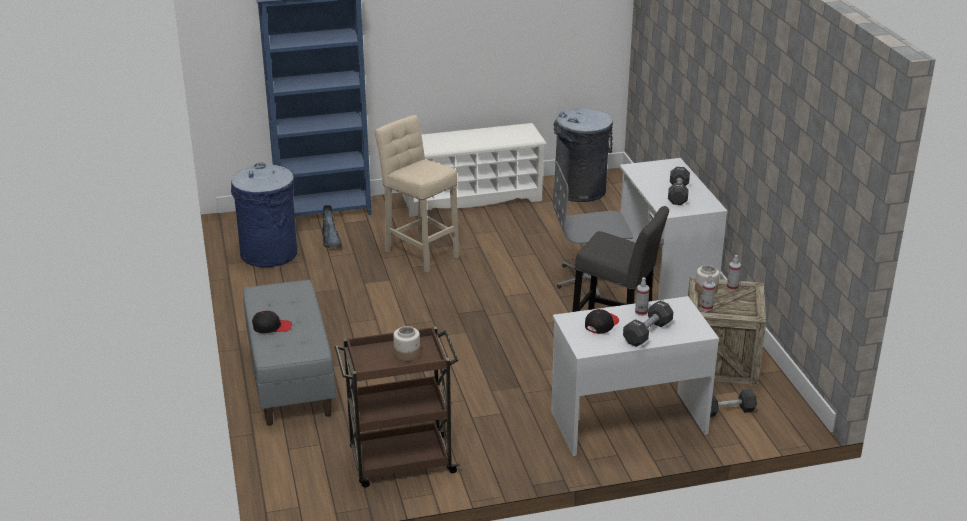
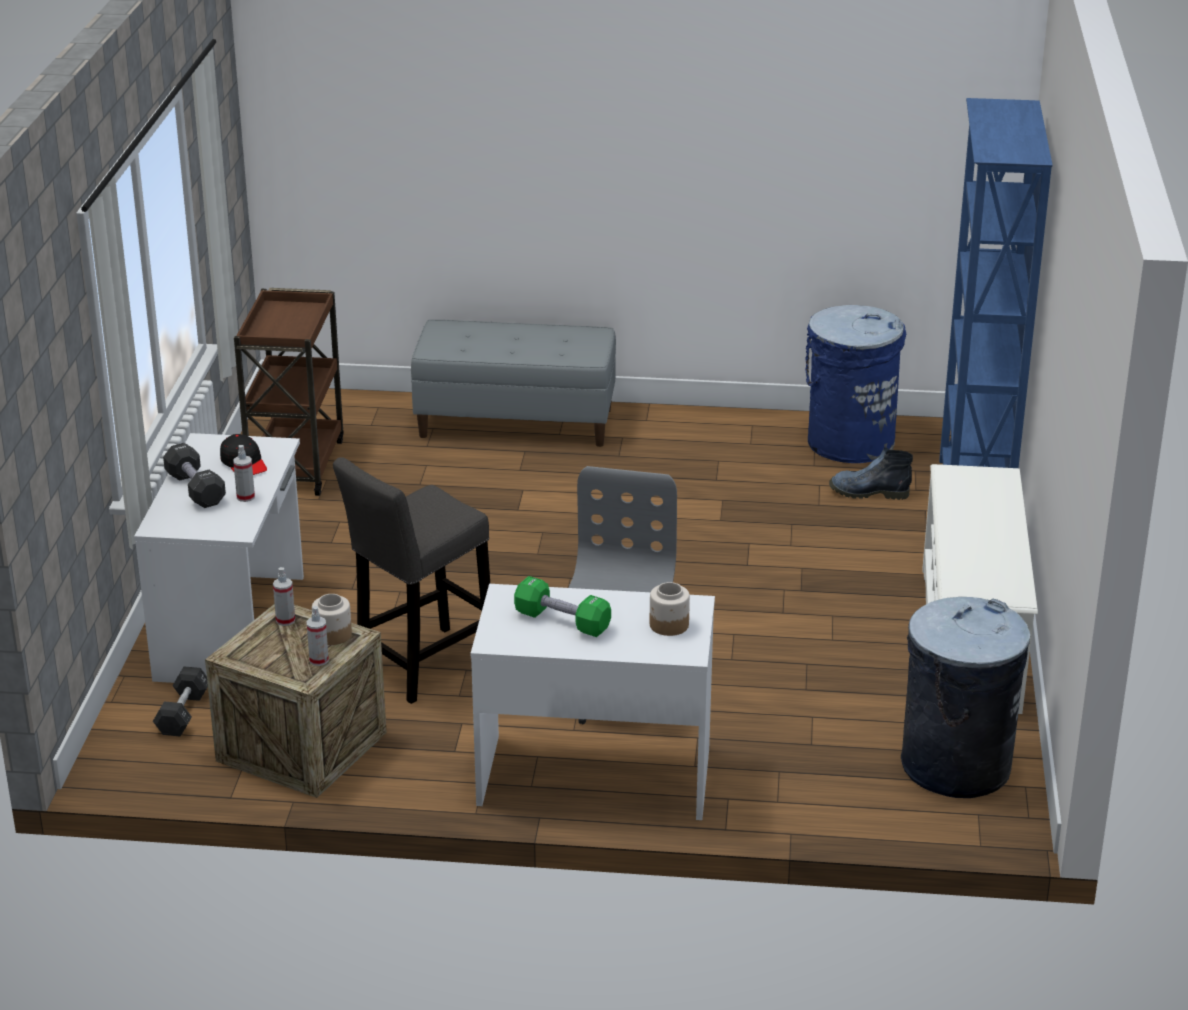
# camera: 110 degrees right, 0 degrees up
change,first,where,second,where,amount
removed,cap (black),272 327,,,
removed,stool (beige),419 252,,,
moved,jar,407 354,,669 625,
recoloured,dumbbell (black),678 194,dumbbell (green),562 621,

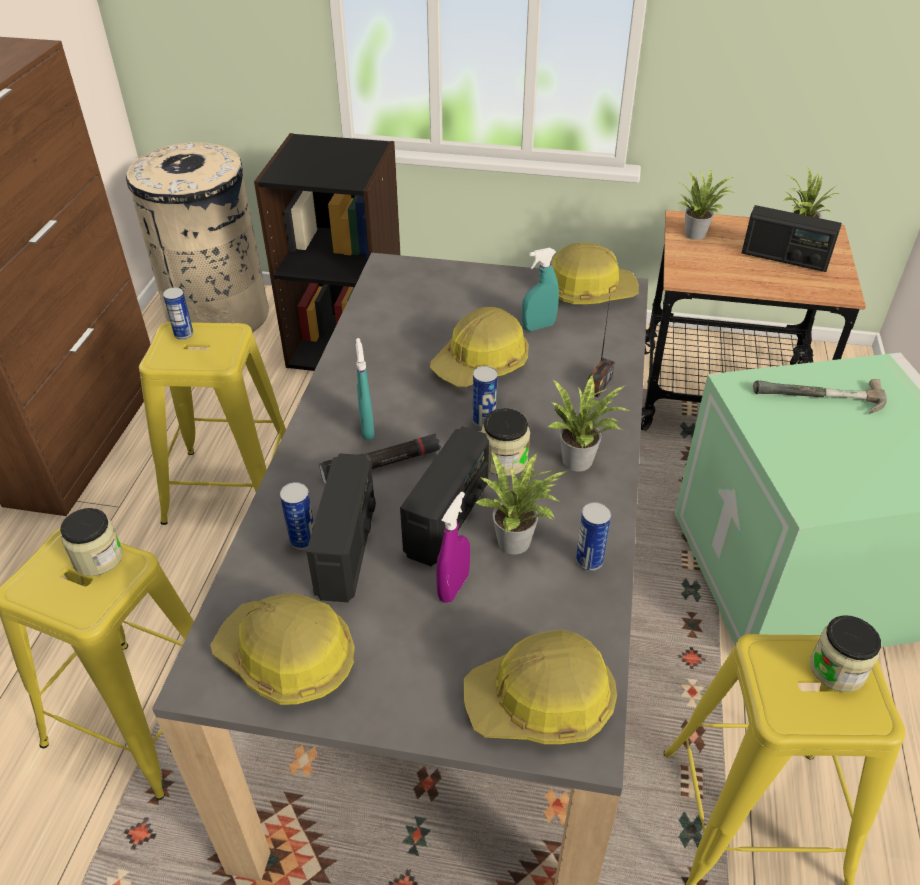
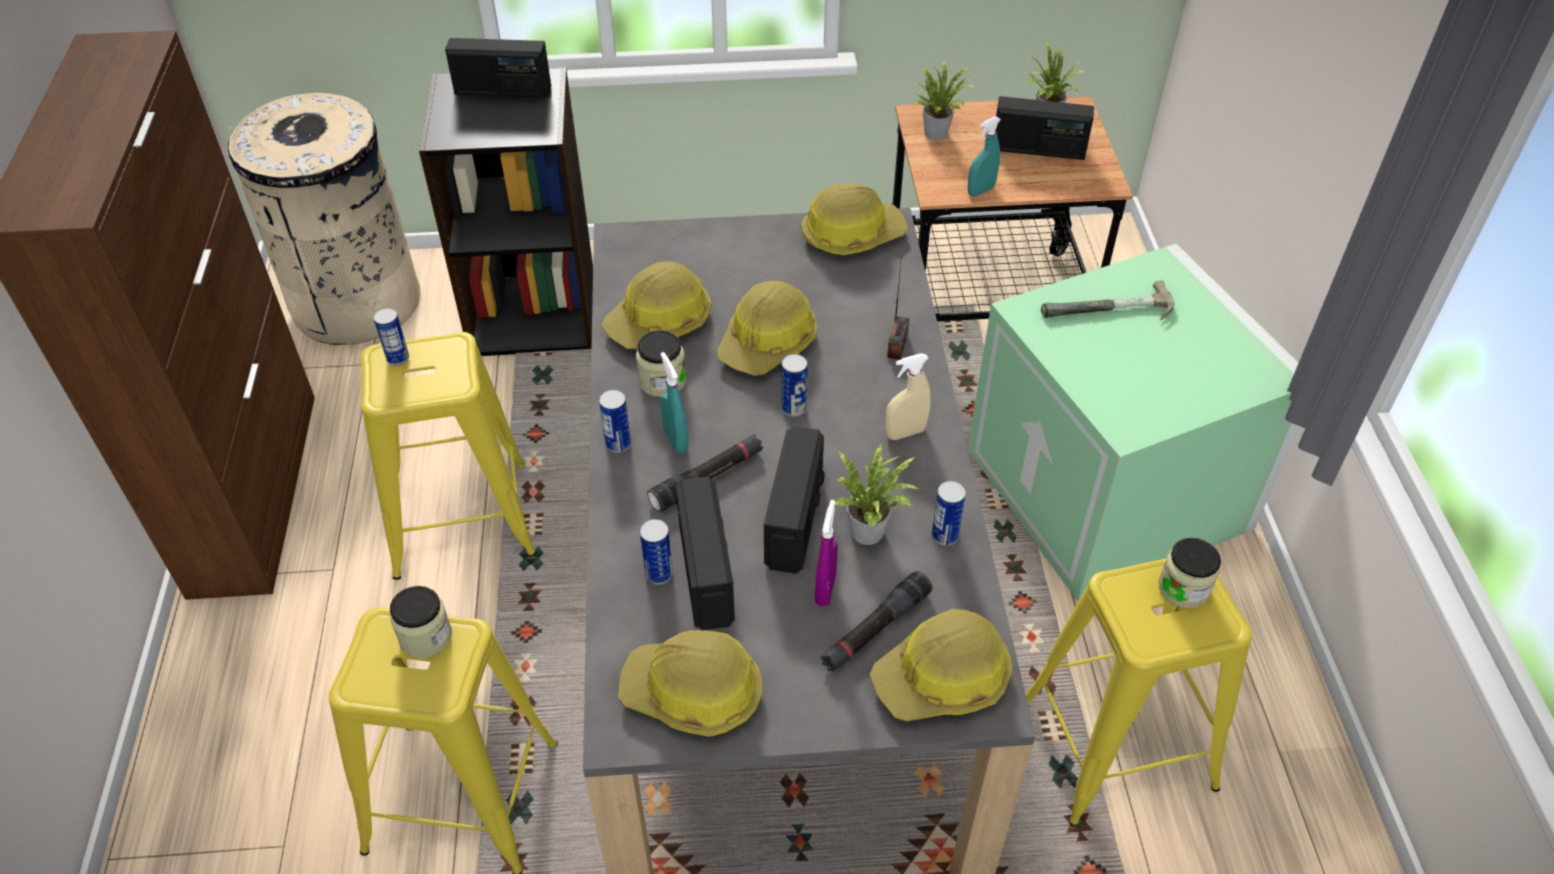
# camera: 15 degrees left, 5 degrees up
change,first,where,second,where,amount
moved,jar,504 460,,662 381,
moved,spray bottle (turquoise),538 326,,981 190,
replaced,potted plant,581 460,spray bottle (beige),905 433,
added,,,radio,503 90,
added,,,can,618 444,
added,,,hard hat,660 321,
added,,,flashlight (black),875 629,

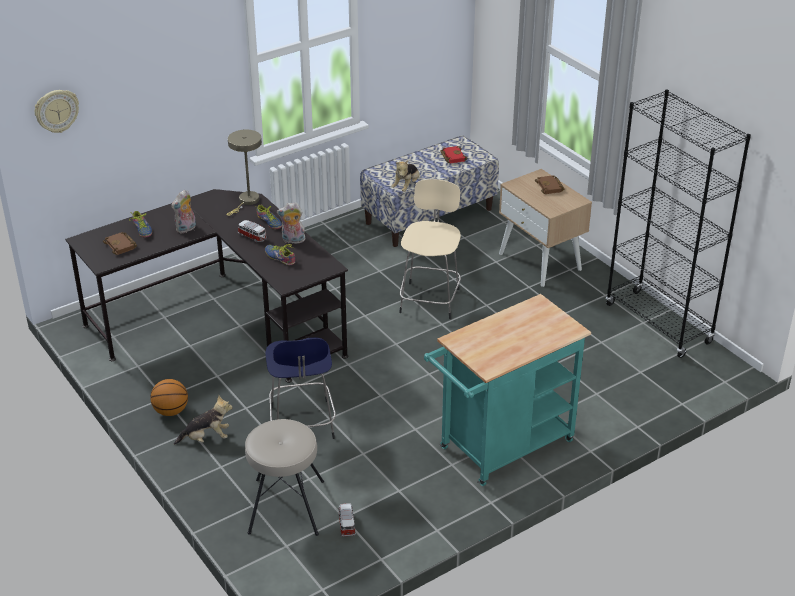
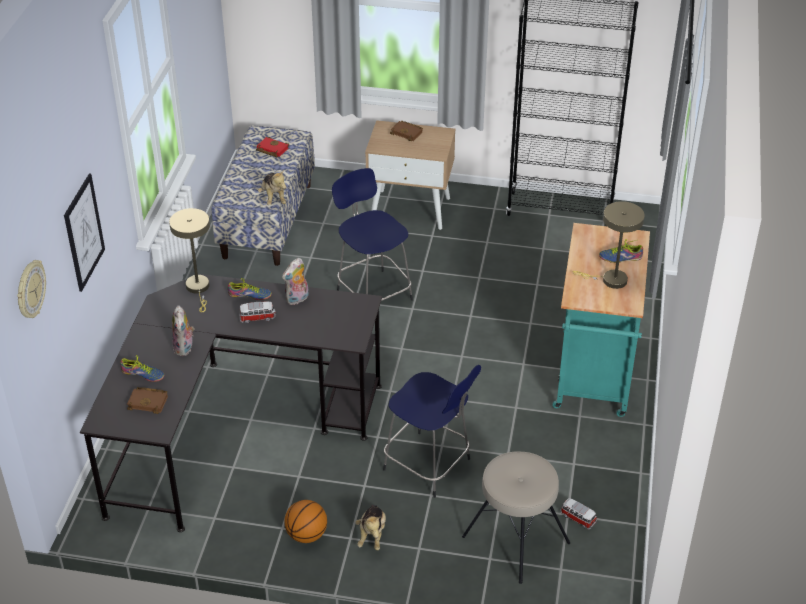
# camera: 45 degrees left, 5 degrees up
change,first,where,second,where,amount
turned,plush toy,206 438,,372 534,150 degrees clockwise
moved,shoe,281 257,,620 257,
recoloured,stool (beige),430 299,stool (blue),373 293,
added,,,picture,84 232,
added,,,table lamp (beige),610 280,

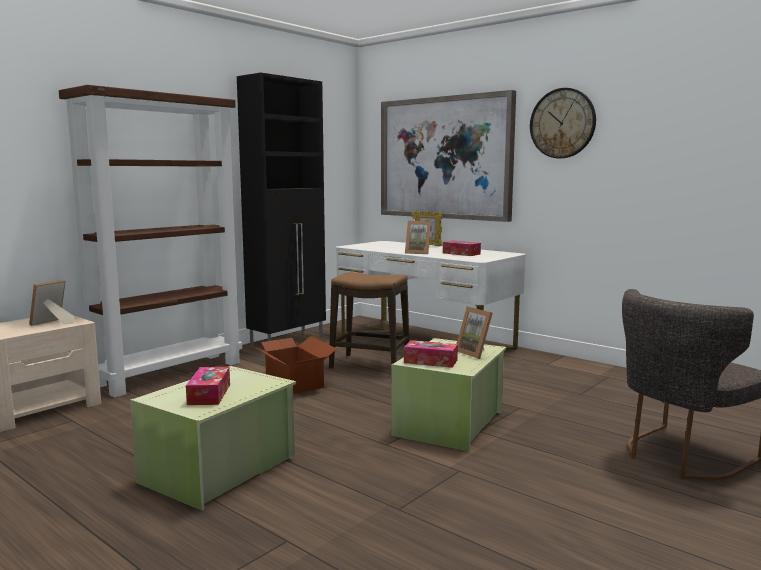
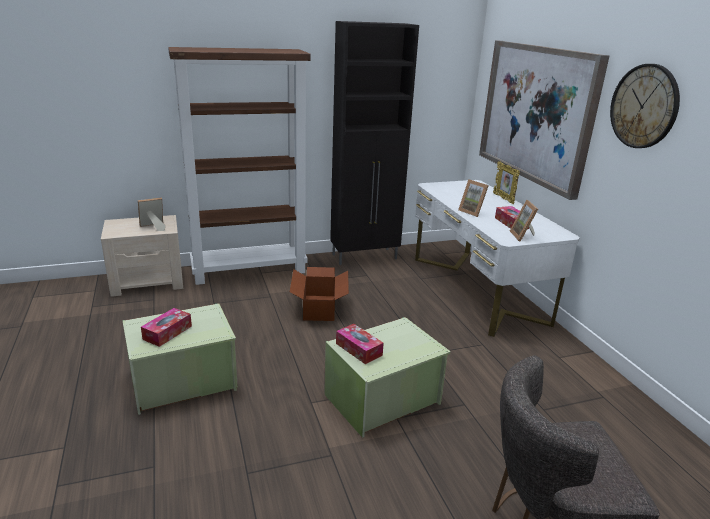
# camera: 30 degrees right, 15 degrees up
change,first,where,second,where,amount
removed,stool,369 365,,,
moved,picture frame,475 353,,523 236,

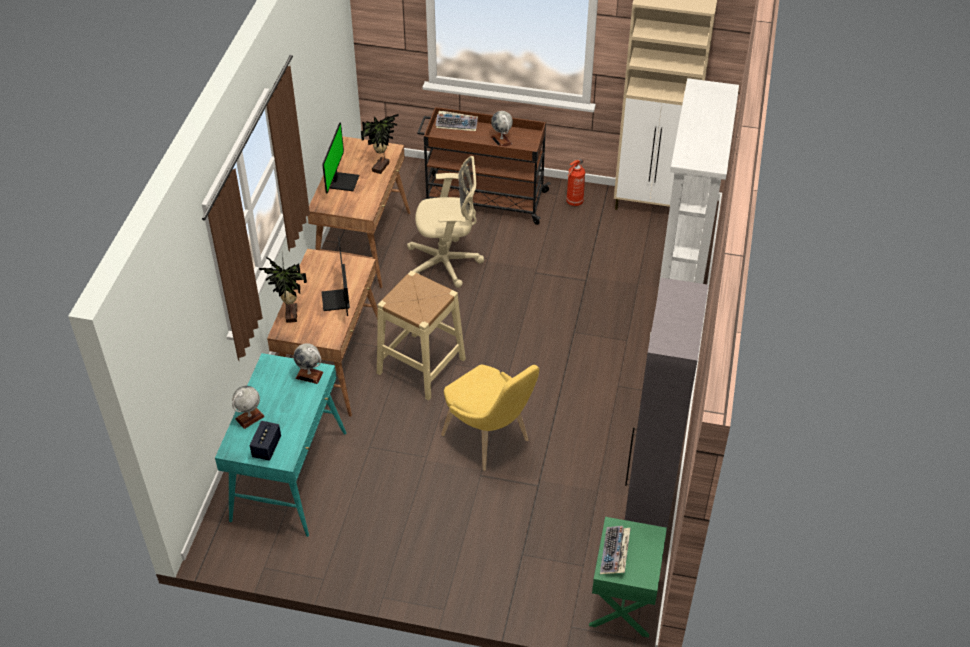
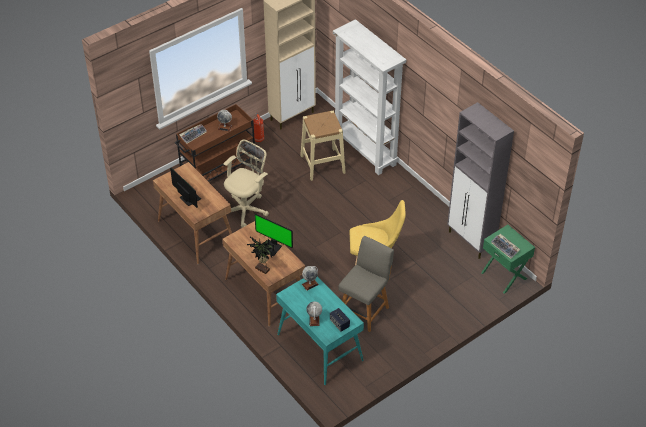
# camera: 50 degrees left, 0 degrees up
change,first,where,second,where,amount
removed,potted plant,382 167,,,
moved,stool (beige),421 366,,322 164,
added,,,chair (grey),364 310,

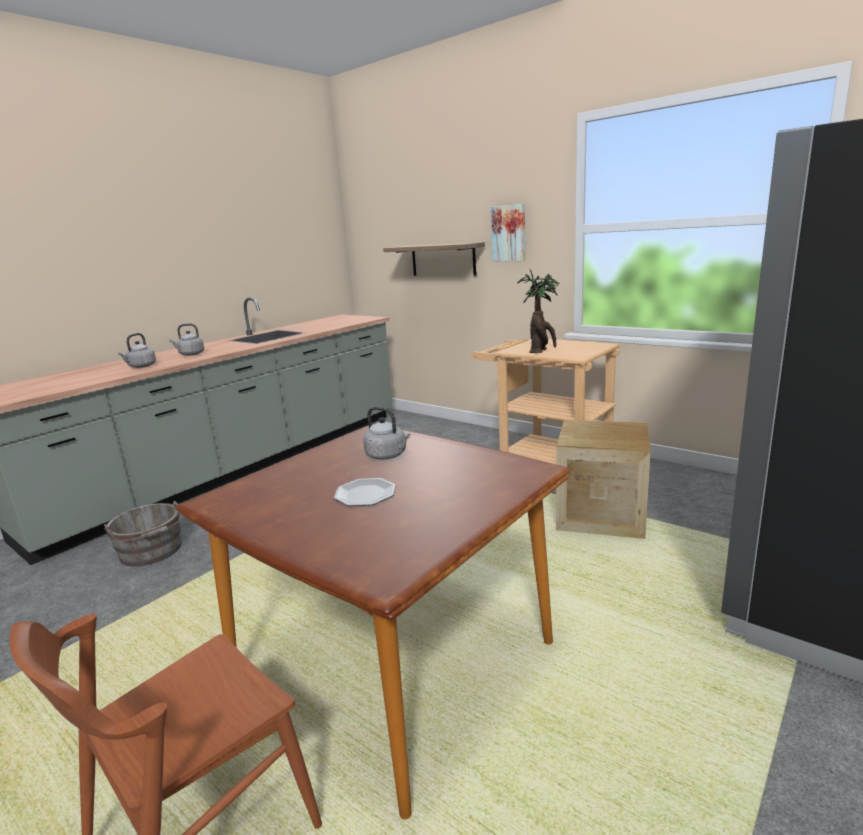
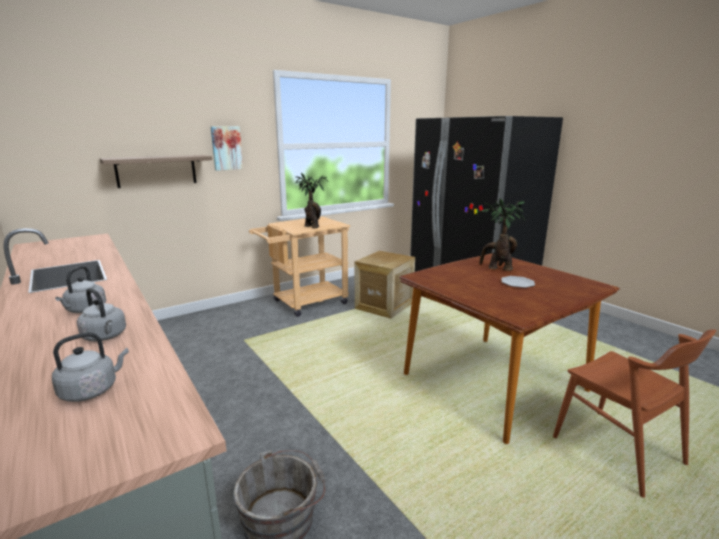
# camera: 75 degrees left, 0 degrees up
change,first,where,second,where,amount
moved,kettle (grey),388 455,,92 390,
added,,,potted plant,497 268,

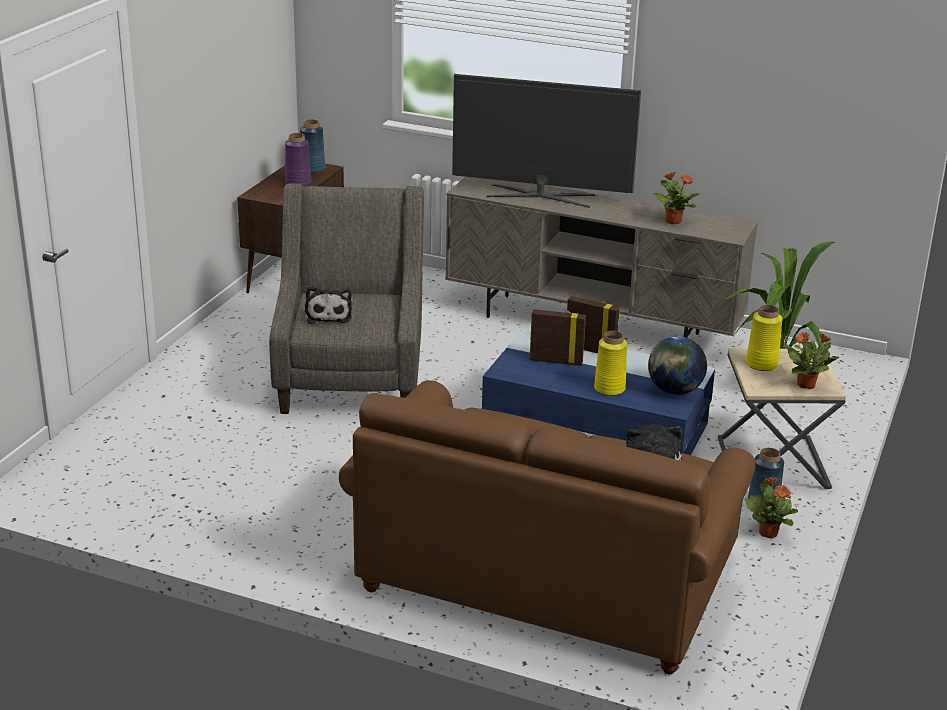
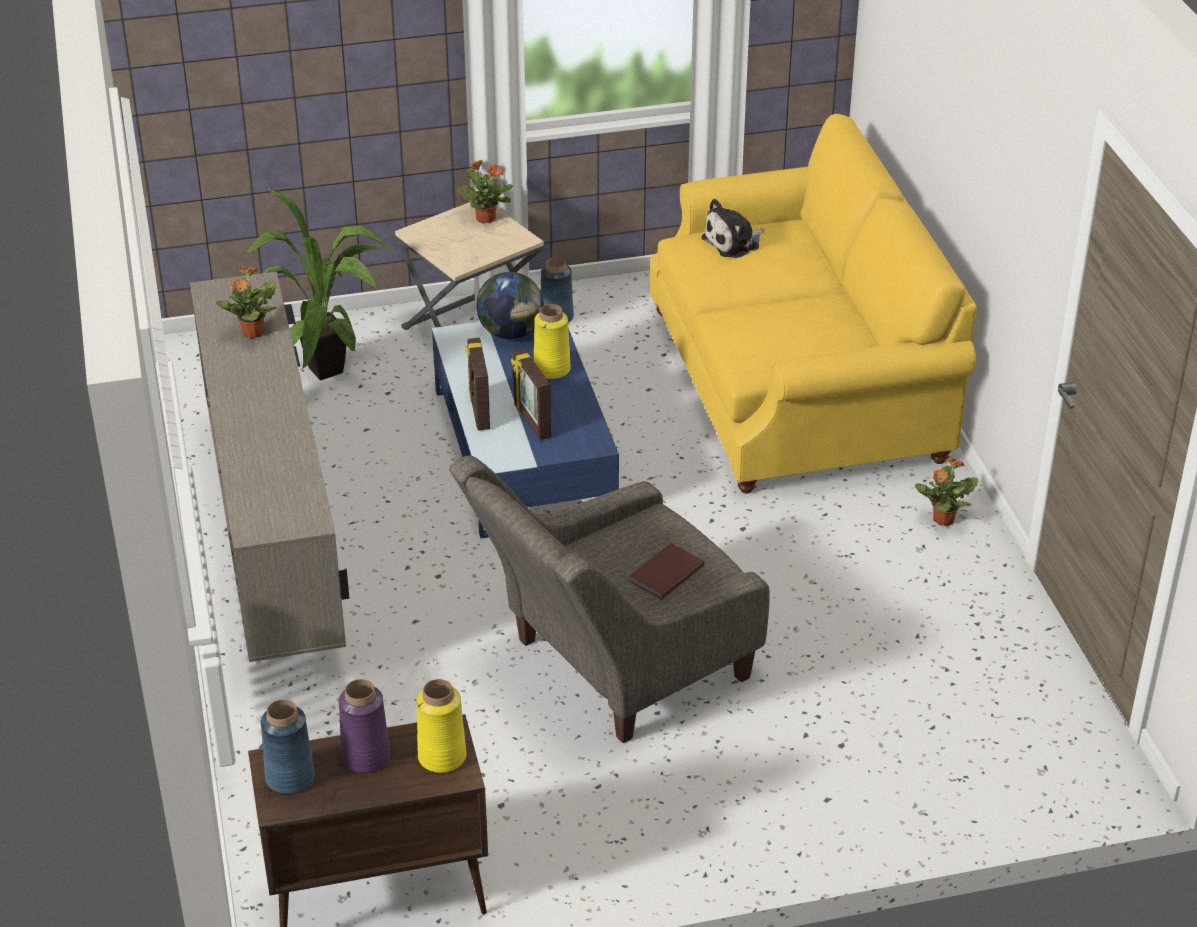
# camera: 125 degrees left, 10 degrees up
change,first,where,second,where,amount
replaced,plush toy,328 315,book (brown),664 573,
recoloured,sofa (brown),547 573,sofa (yellow),797 384,
removed,television,541 195,,,
moved,potted plant,768 533,,942 520,
moved,vase (yellow),761 364,,442 756,

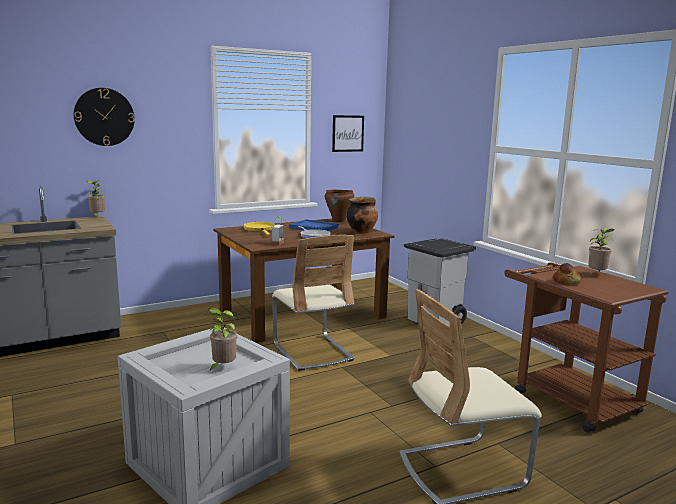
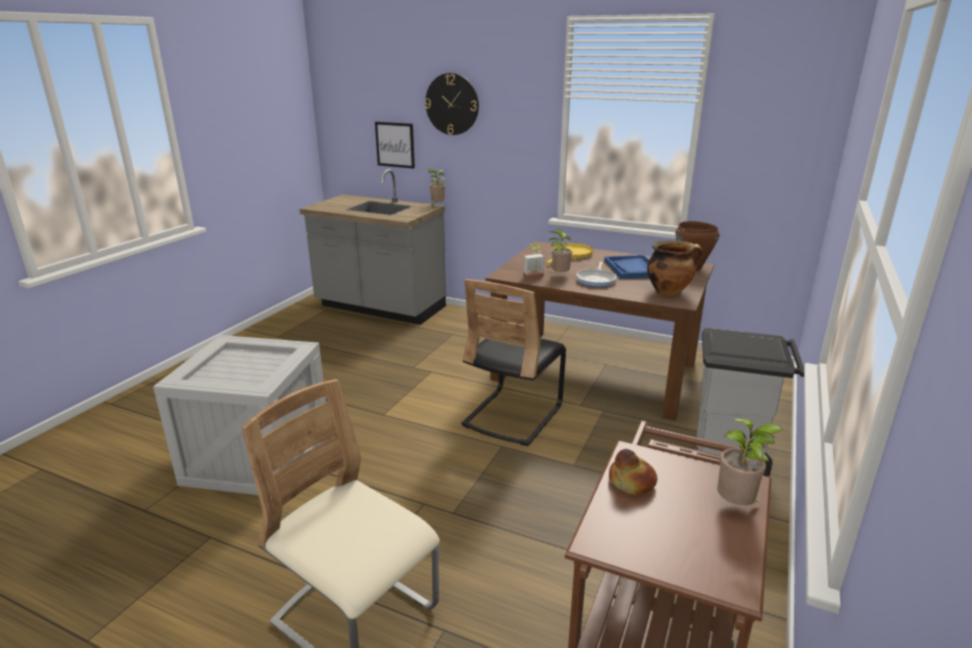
# camera: 55 degrees right, 10 degrees up
change,first,where,second,where,amount
moved,potted plant,222 368,,559 276,
recoloured,chair (beige),312 352,chair (black),513 415,
moved,picture,348 133,,395 144,

